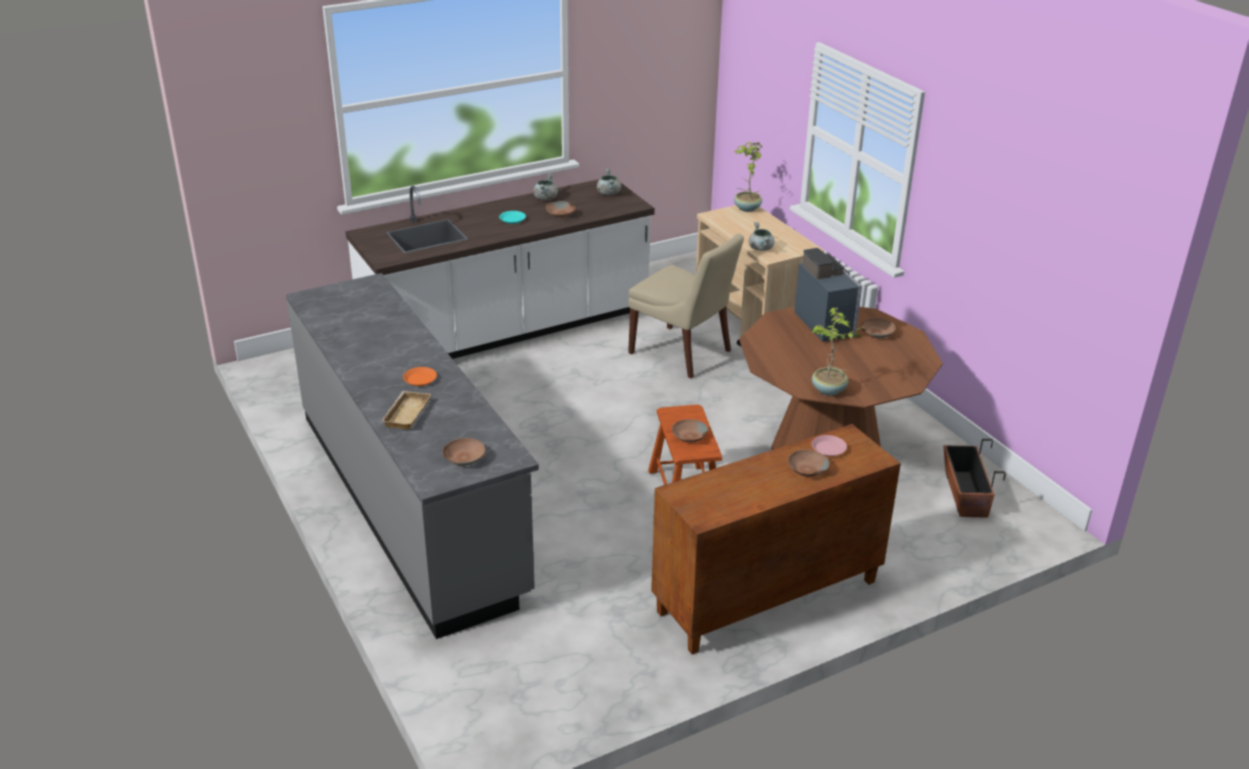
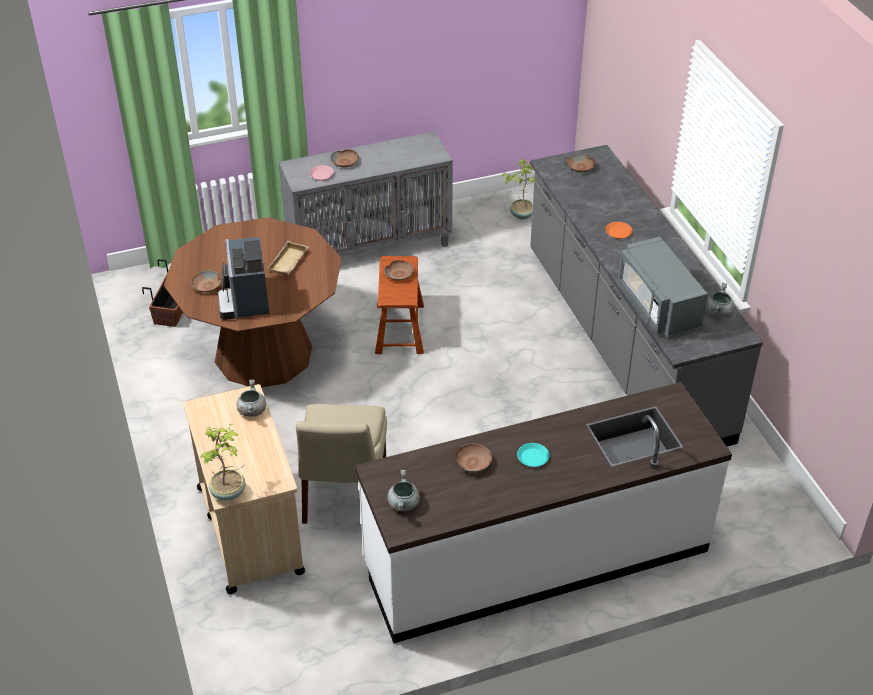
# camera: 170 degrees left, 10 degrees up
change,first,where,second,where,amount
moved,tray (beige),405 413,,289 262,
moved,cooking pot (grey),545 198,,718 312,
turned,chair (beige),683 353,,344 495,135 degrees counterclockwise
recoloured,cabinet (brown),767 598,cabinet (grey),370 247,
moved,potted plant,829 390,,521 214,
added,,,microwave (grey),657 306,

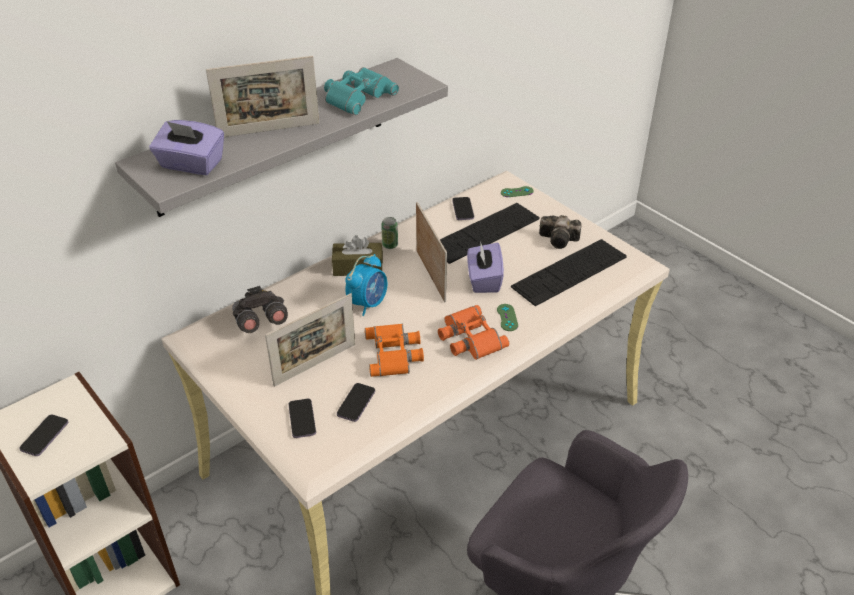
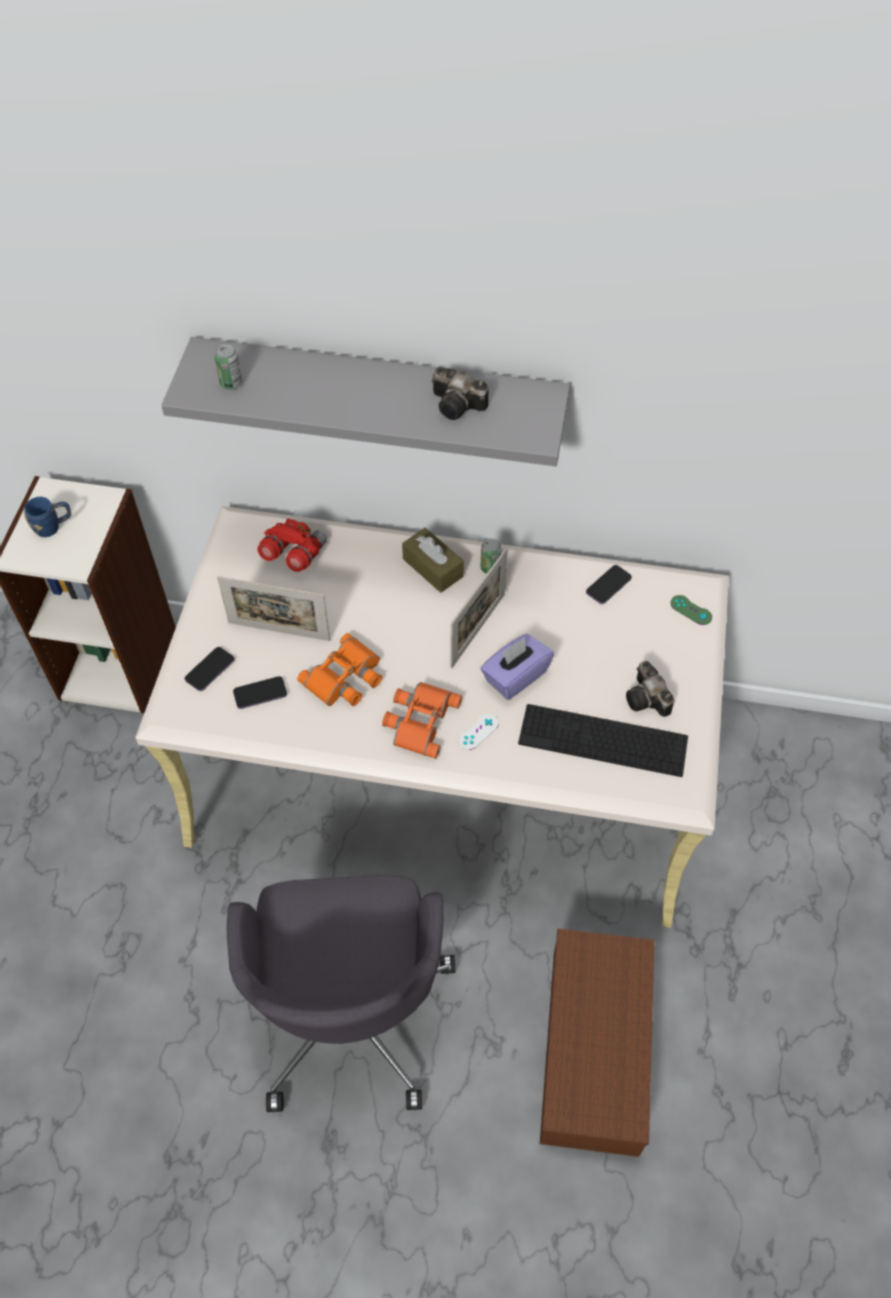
# camera: 50 degrees right, 15 degrees up
change,first,where,second,where,amount
replaced,phone,45 436,mug (blue),53 527,
replaced,tissue box (purple),191 165,can,231 383,
removed,picture frame,269 130,,,
recoloured,binoculars (grey),260 322,binoculars (red),293 554,
replaced,binoculars (turquoise),357 96,photo camera,459 406,
removed,alarm clock,368 303,,,
removed,keyboard,484 232,,,
recoloured,game controller (green),507 317,game controller (white),478 732,
added,,,storage box (brown),596 1053,

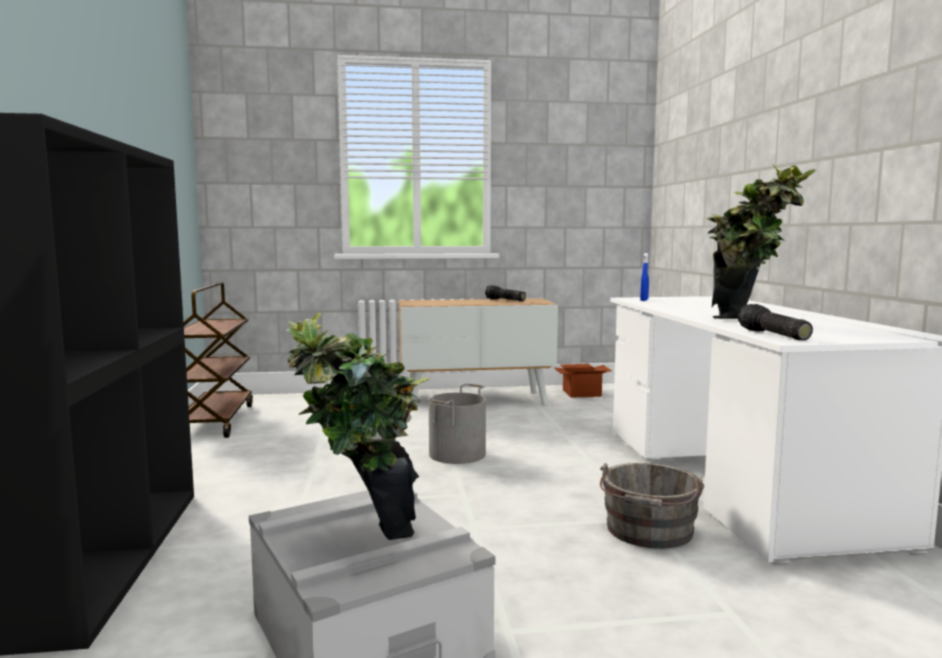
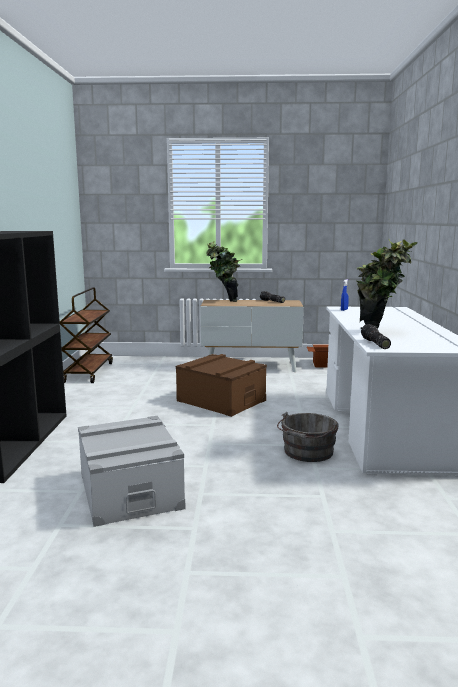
# camera: 10 degrees right, 5 degrees up
change,first,where,second,where,amount
moved,potted plant,361 540,,223 301,
replaced,bucket (grey),456 454,storage box (brown),221 400,

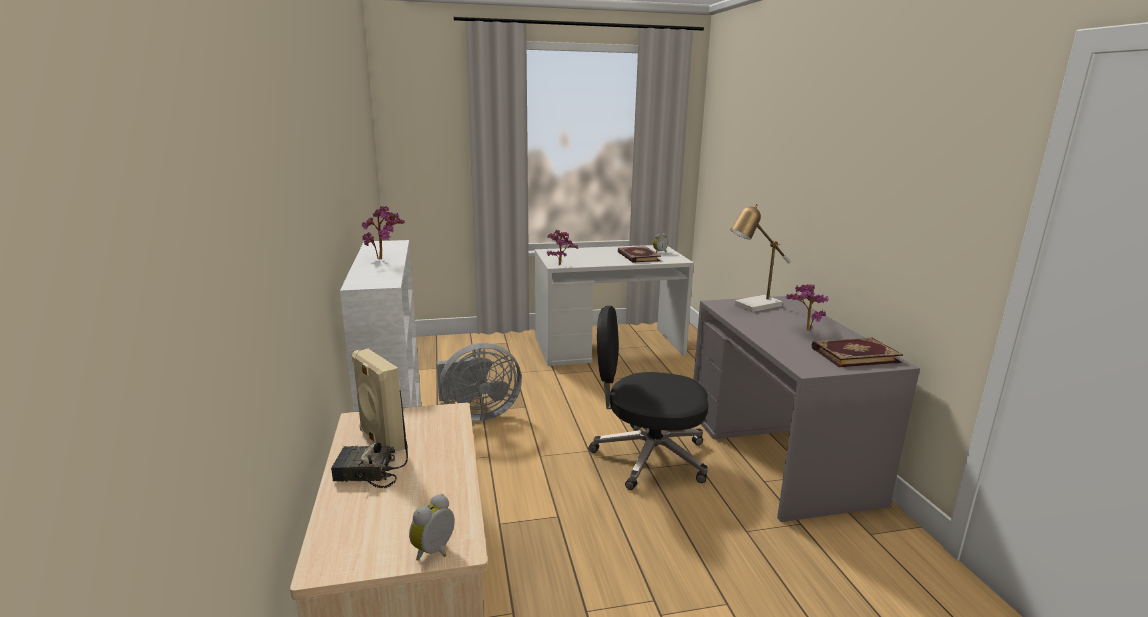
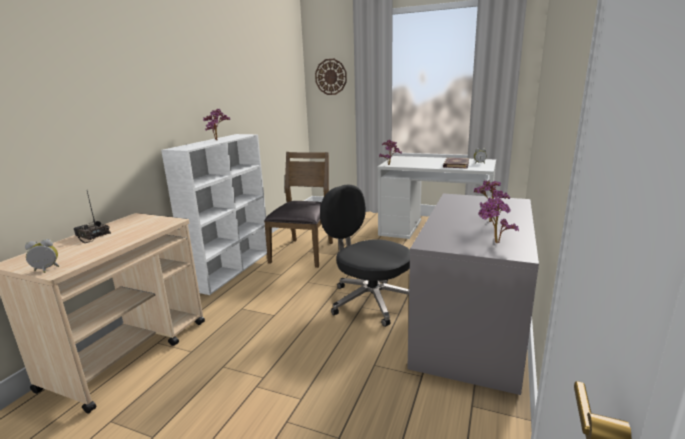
# camera: 35 degrees right, 0 degrees up
change,first,where,second,where,amount
removed,speaker (beige),380 440,,,
replaced,fan (grey),477 414,chair (brown),303 252,
removed,table lamp,753 306,,,
replaced,book,854 354,potted plant,493 243,
added,,,wall clock,331 77,

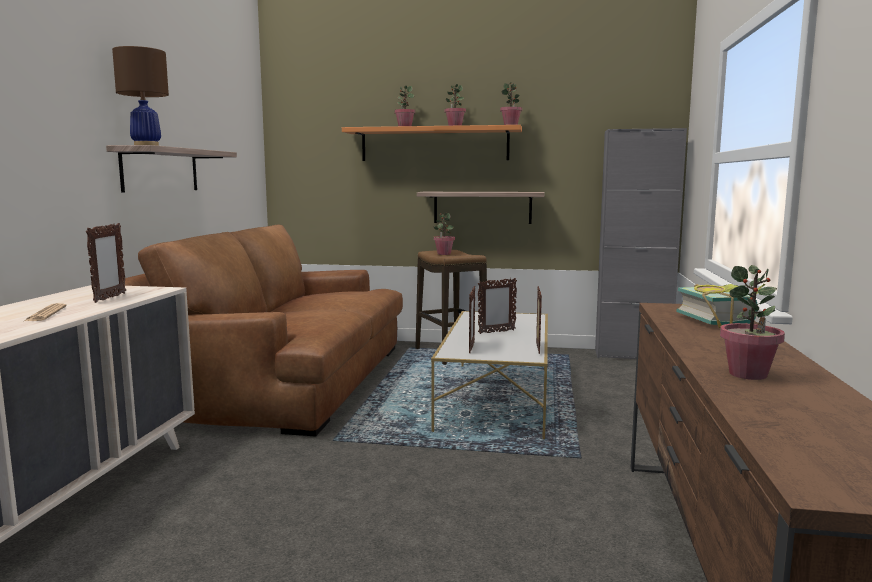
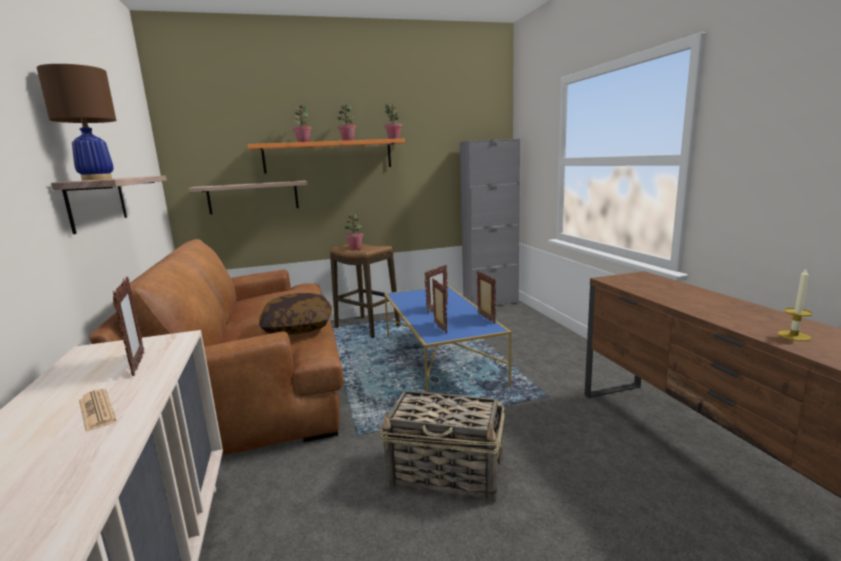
# camera: 25 degrees left, 5 degrees up
change,first,where,second,where,amount
moved,shelf,482 207,,253 197,
recoloured,coffee table (white),496 397,coffee table (blue),440 358,
removed,book,721 321,,,
replaced,potted plant,748 374,candle,793 336,
added,,,pillow,298 327,
added,,,basket,447 473,

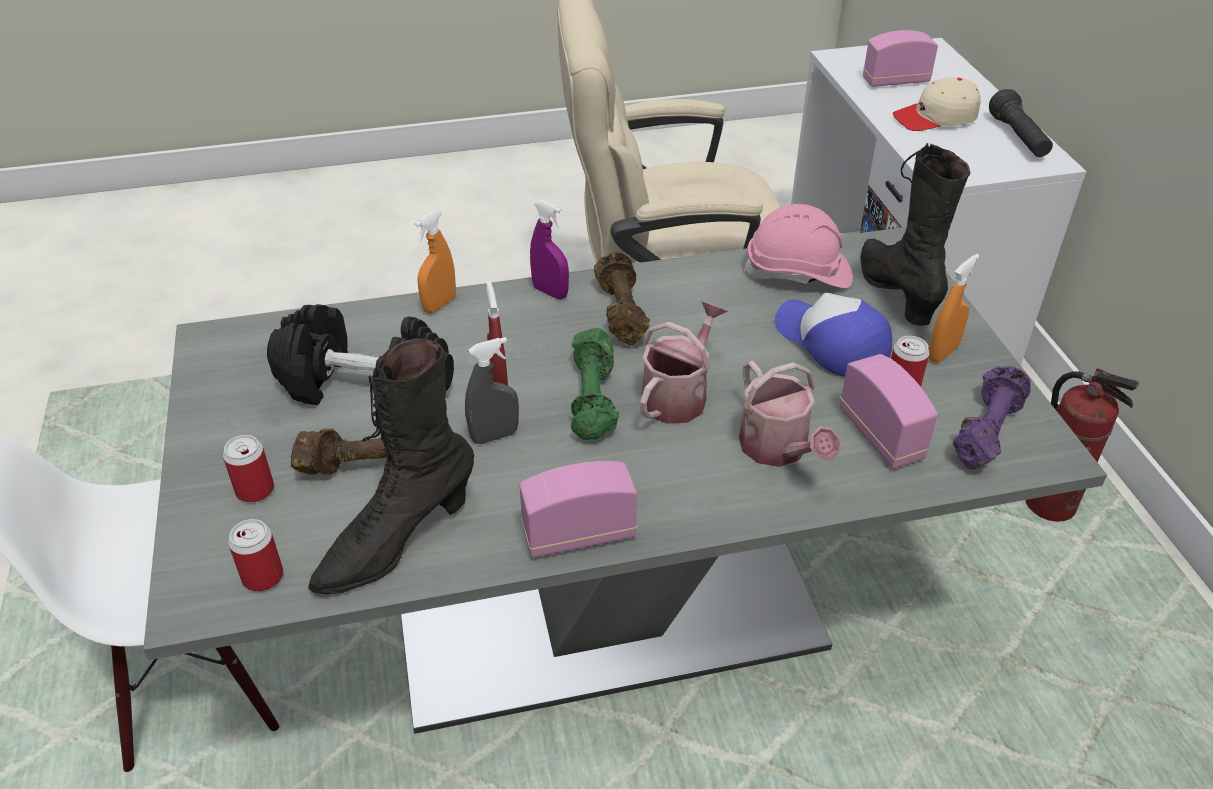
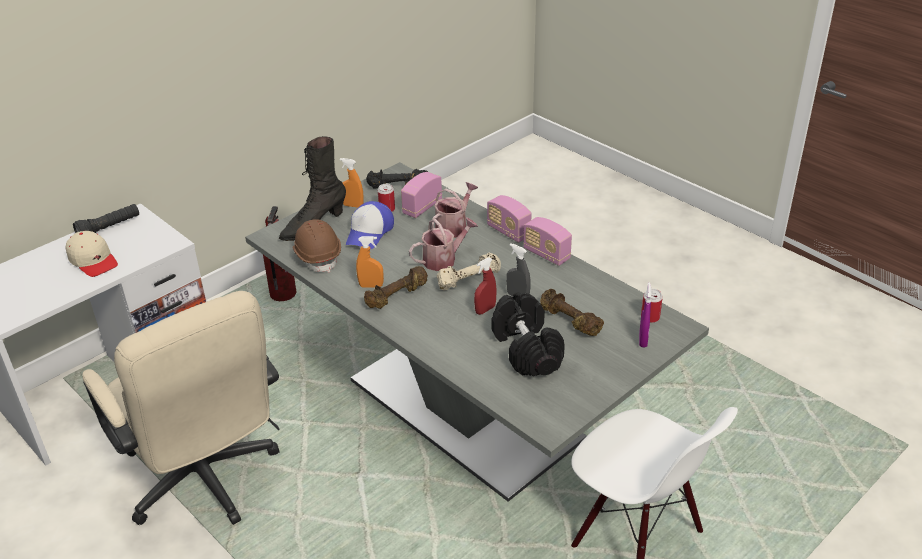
# camera: 120 degrees left, 5 degrees down
change,first,where,second,where,amount
removed,can,255 490,,,
removed,boot (black),396 541,,,
moved,spray bottle (orange),439 304,,371 286,
moved,spray bottle (purple),550 292,,643 340,
recoloured,dumbbell (green),594 400,dumbbell (beige),468 280,
turned,watering can,678 395,,443 259,150 degrees clockwise
recoloured,hard hat (pink),798 273,hard hat (brown),317 256,
moved,radio,895 81,,508 232,
recoloured,dumbbell (purple),985 431,dumbbell (black),397 187,

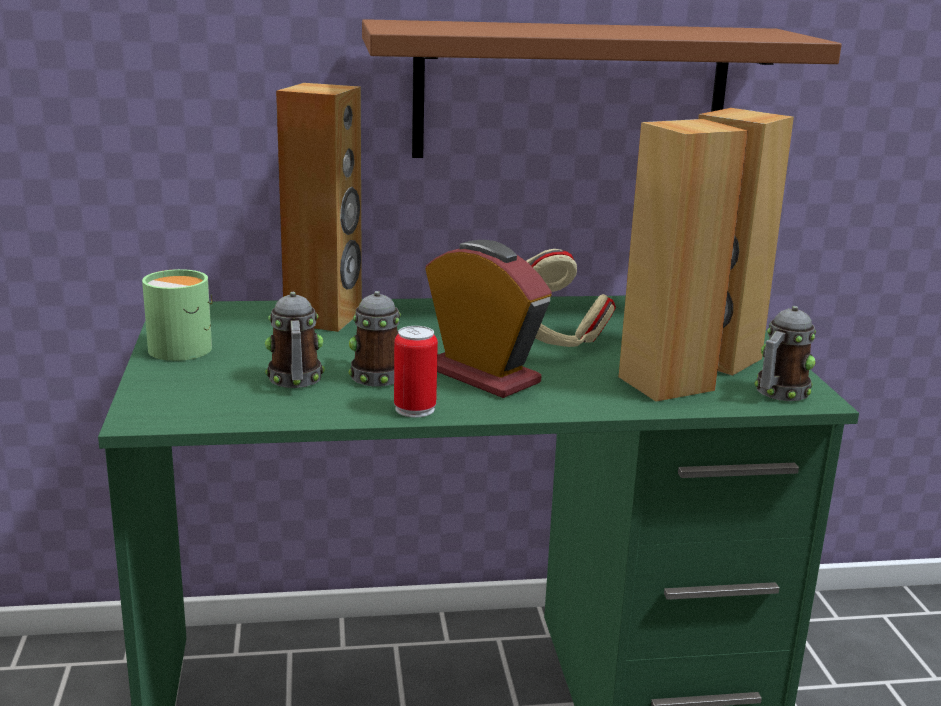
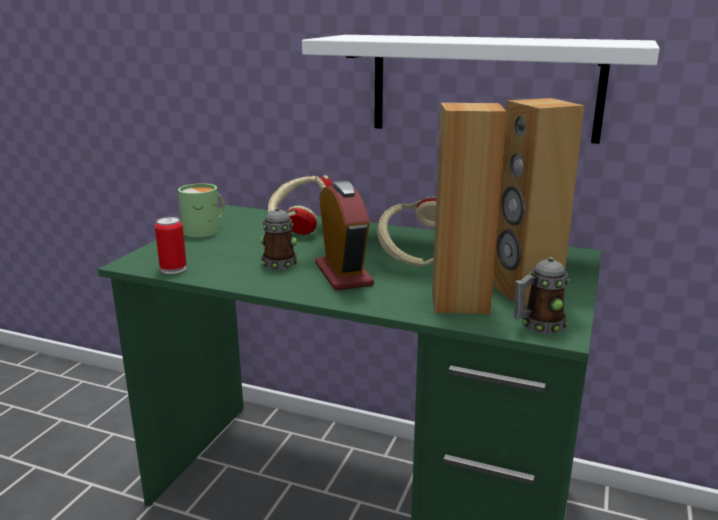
# camera: 30 degrees right, 0 degrees up
change,first,where,second,where,amount
removed,mug,295 381,,,
replaced,speaker (brown),324 318,headphones (beige),301 226,
recoloured,shelf (brown),571 92,shelf (white),484 87,
moved,can,415 409,,173 269,

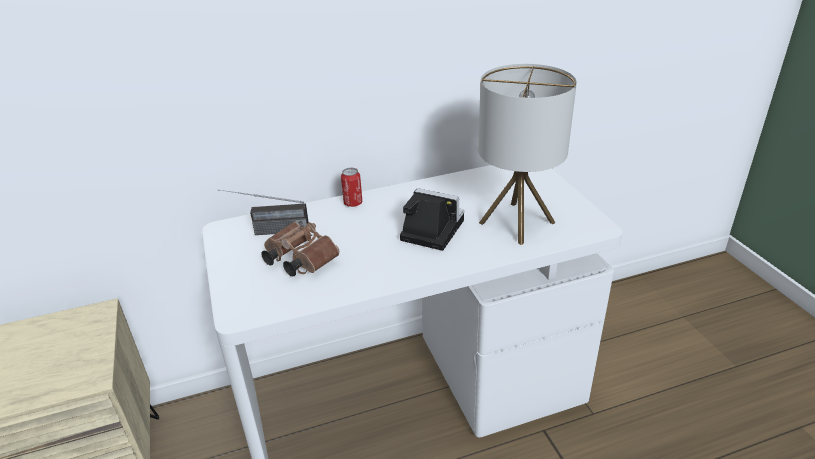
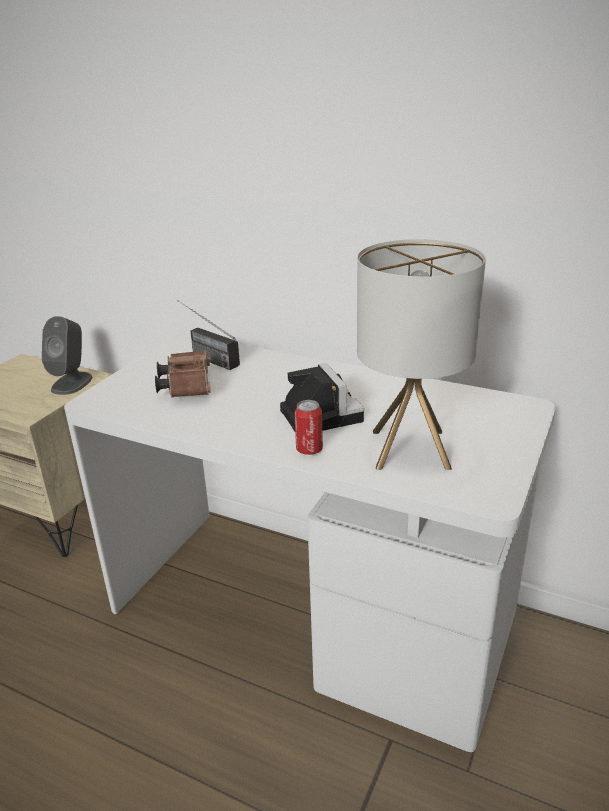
# camera: 45 degrees right, 5 degrees down
change,first,where,second,where,amount
moved,can,353 203,,309 449,
added,,,speaker (grey),72 383,

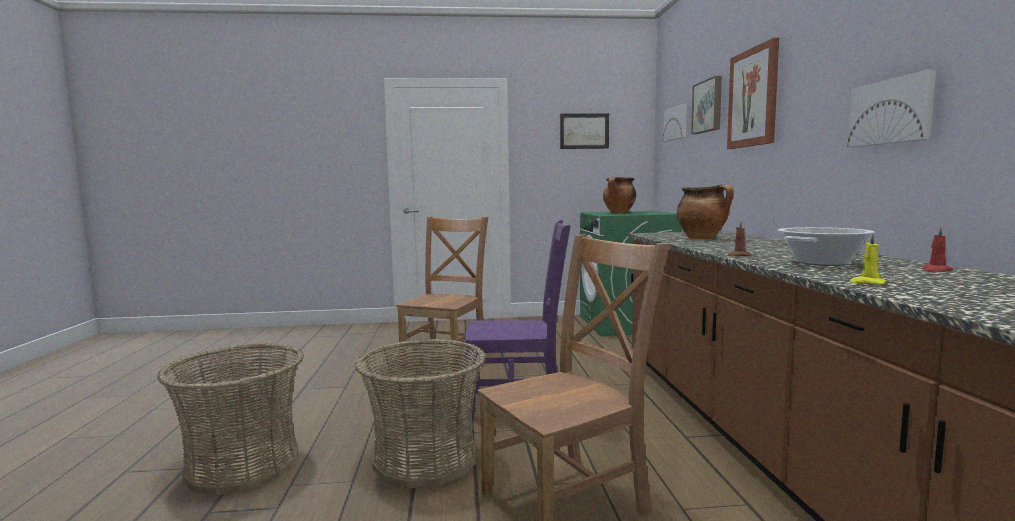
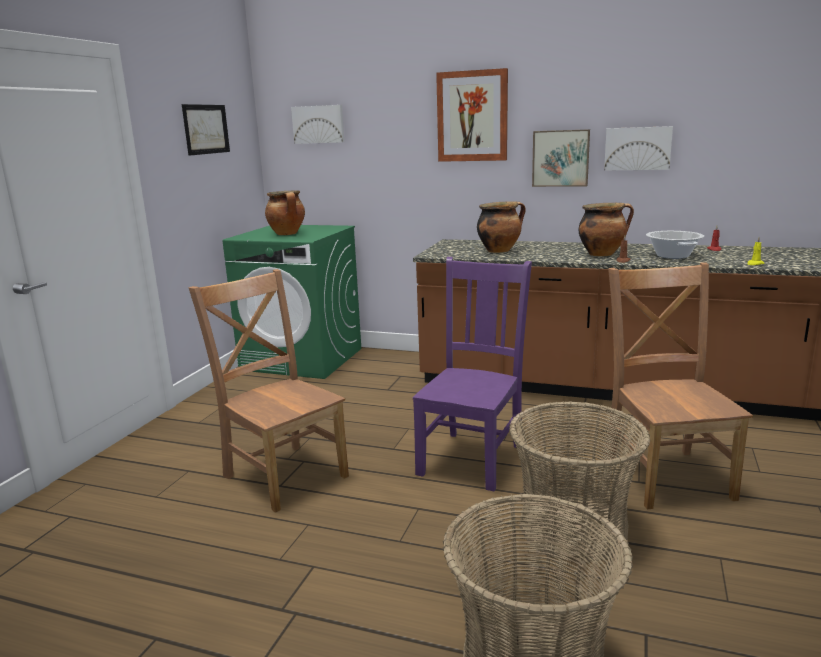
# camera: 65 degrees left, 10 degrees up
change,first,where,second,where,amount
moved,picture,708 106,,560 158,
added,,,cooking pot,602 254,

